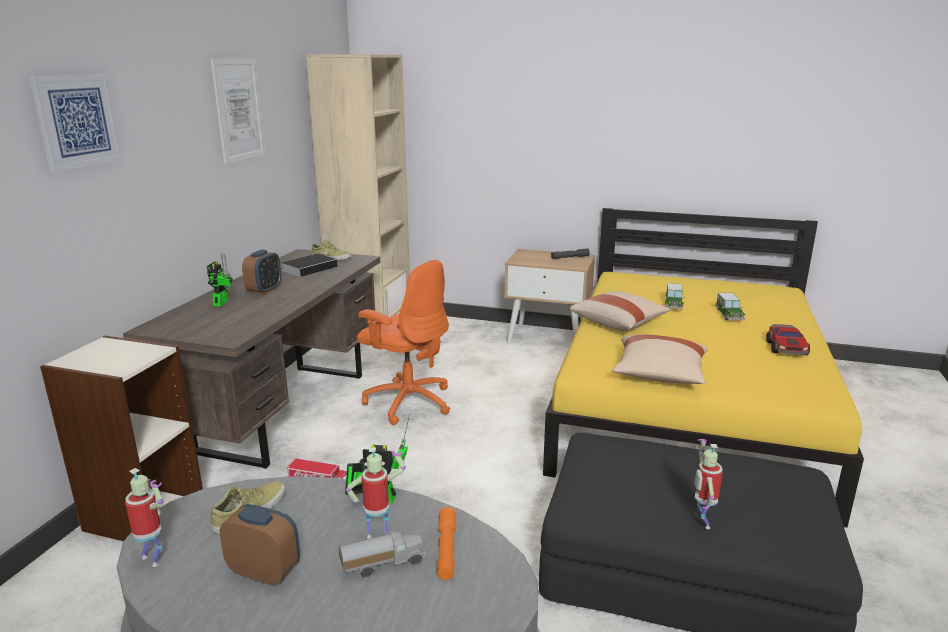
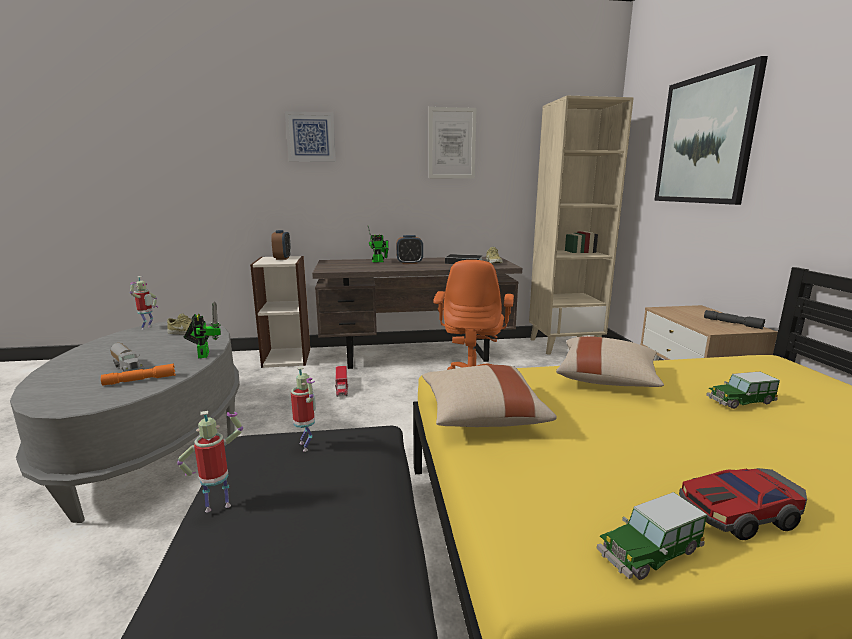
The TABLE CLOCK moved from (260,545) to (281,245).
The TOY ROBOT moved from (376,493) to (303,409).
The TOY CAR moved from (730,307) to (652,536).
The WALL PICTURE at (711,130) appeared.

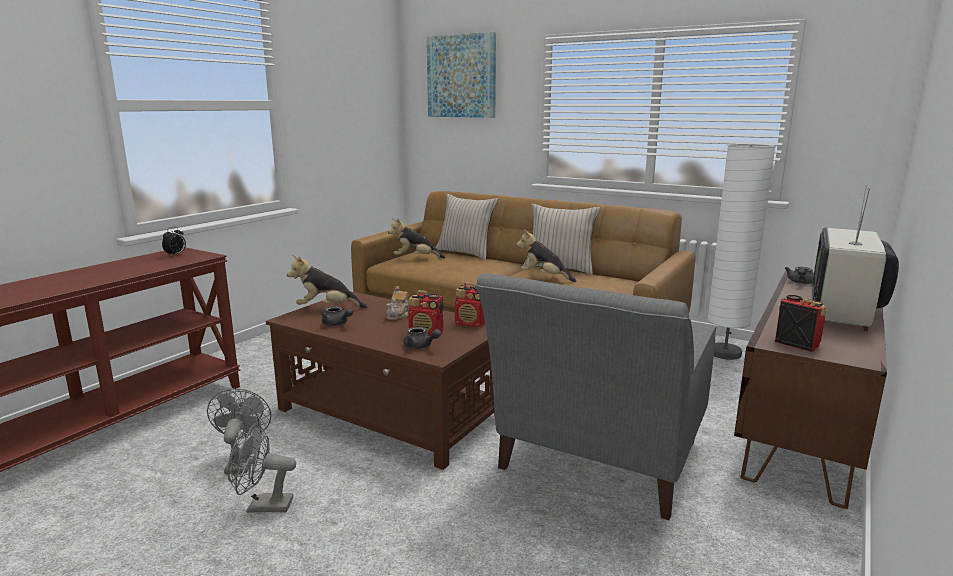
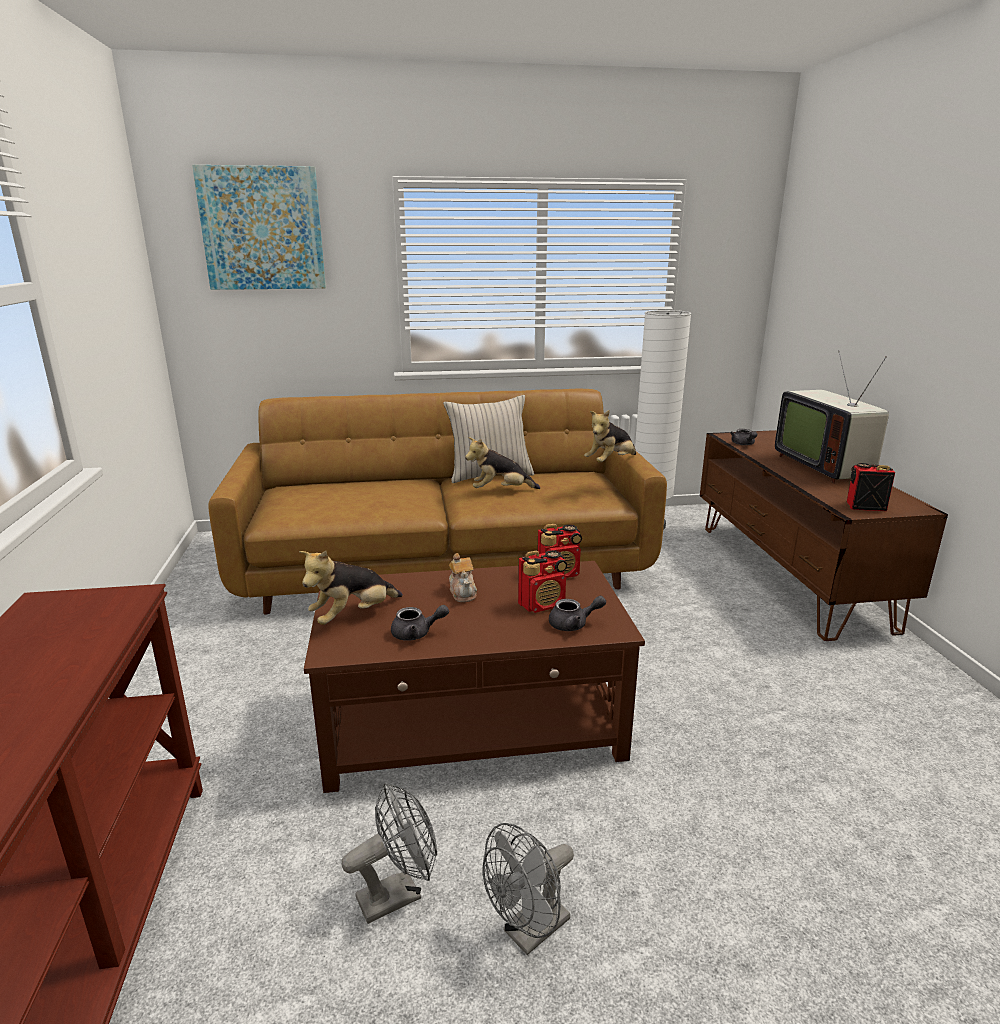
The GREY COOLING FAN at (239,431) turned 105 degrees clockwise.
The PLUSH TOY moved from (416,238) to (610,436).
The TABLE CLOCK at (174,241) disappeared.
The BEIGE-COLOURED CUSHION at (467,227) disappeared.
The GREY ARMCHAIR at (595,396) disappeared.

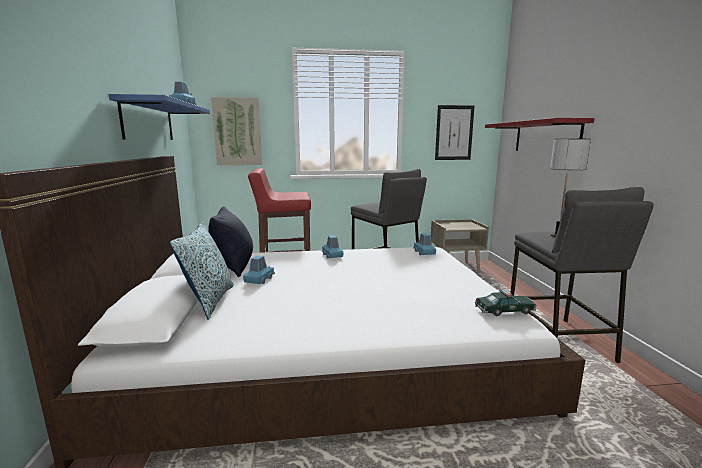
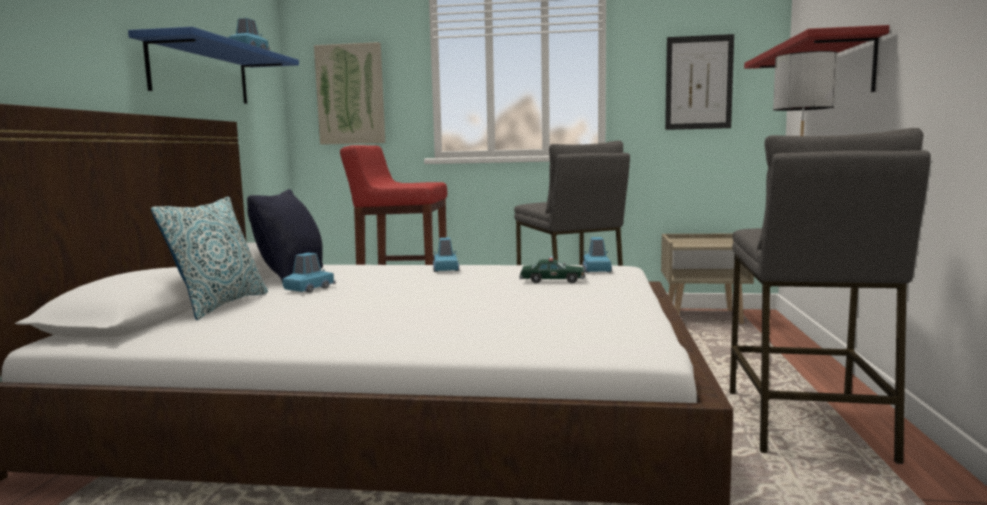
The TOY CAR moved from (506,302) to (552,269).

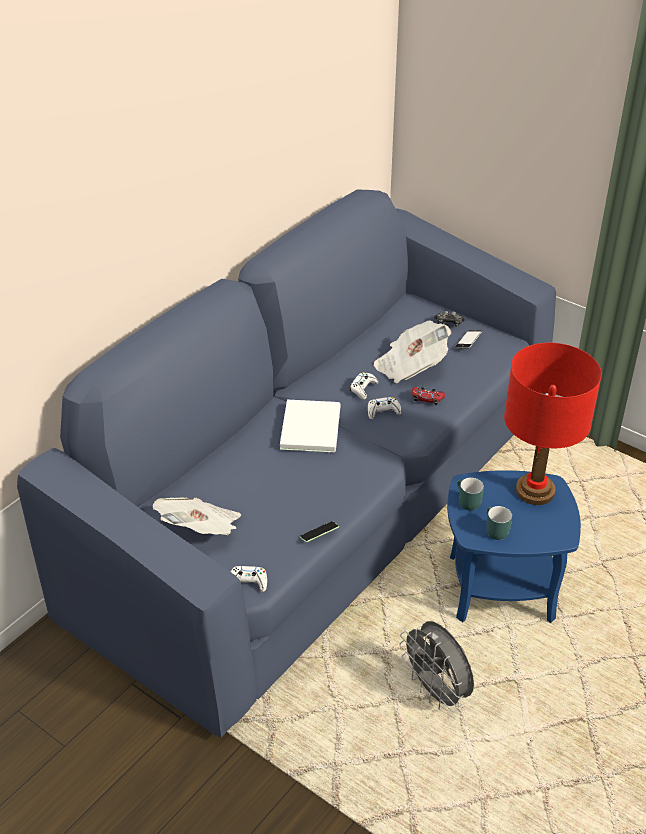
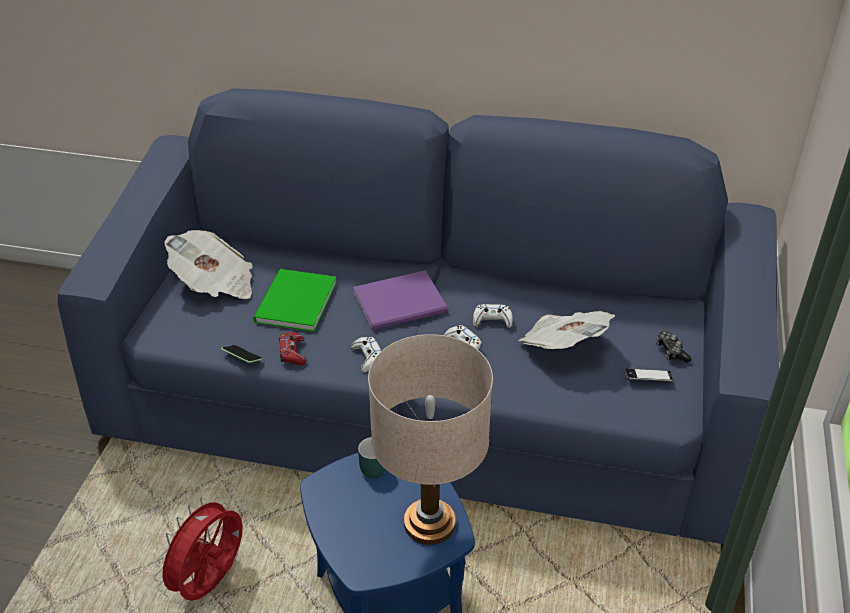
The GREY COOLING FAN at (436,666) became the RED COOLING FAN at (198,548).
The GREEN-COLOURED BOOK at (295,300) appeared.
The RED GAME CONTROLLER moved from (428,396) to (292,348).
The WHITE-COLOURED GAME CONTROLLER moved from (249,579) to (366,354).
The WHITE-COLOURED BOOK at (310,425) became the PURPLISH BOOK at (400,300).
The RED TABLETOP LAMP at (553,424) became the BEIGE-COLOURED TABLETOP LAMP at (430,439).
The TURQUOISE-COLOURED COFFEE MUG at (499,523) disappeared.

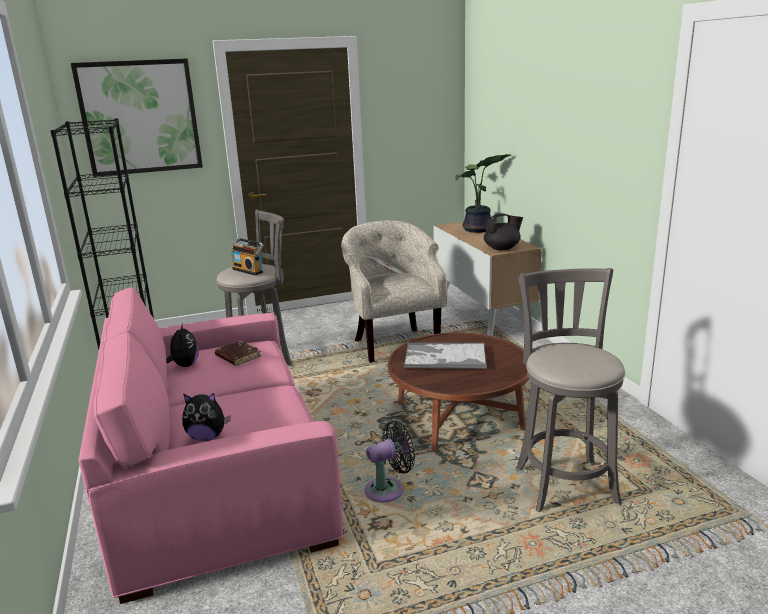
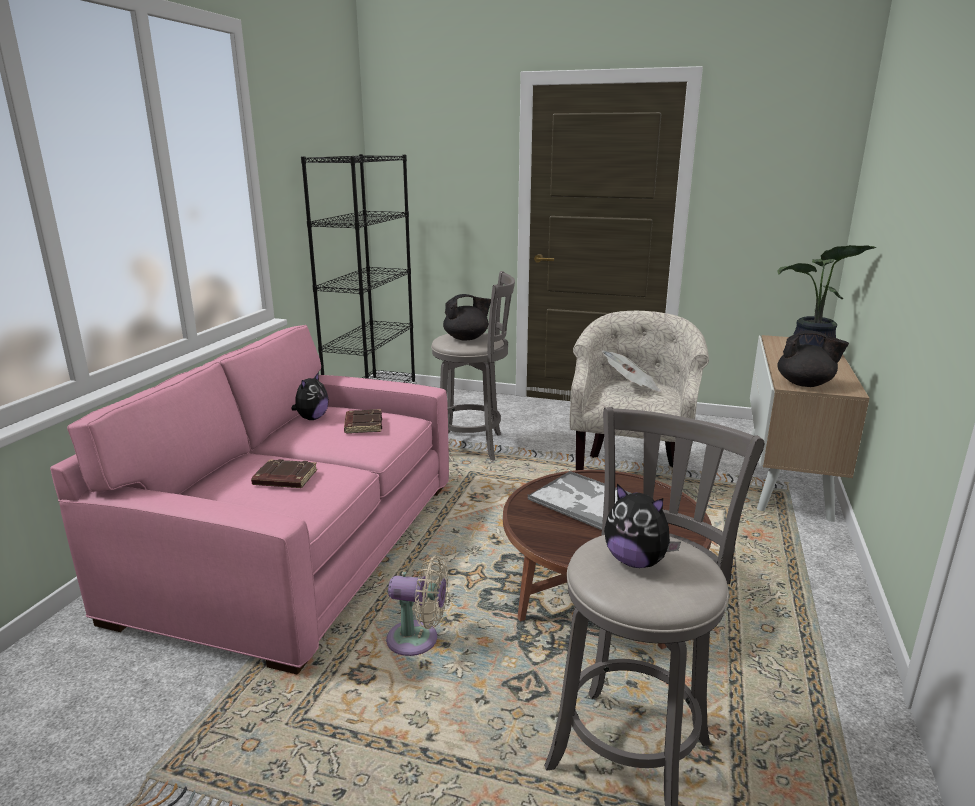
The BROWNISH BOOK at (284,473) appeared.
The BLACK COOLING FAN at (390,462) became the BEIGE-COLOURED COOLING FAN at (417,606).
The RADIO SET at (247,256) was replaced by the BLACK POT FOR TEA at (467,317).
The PLUSH TOY moved from (207,417) to (642,526).
The WALL PICTURE at (137,118) disappeared.

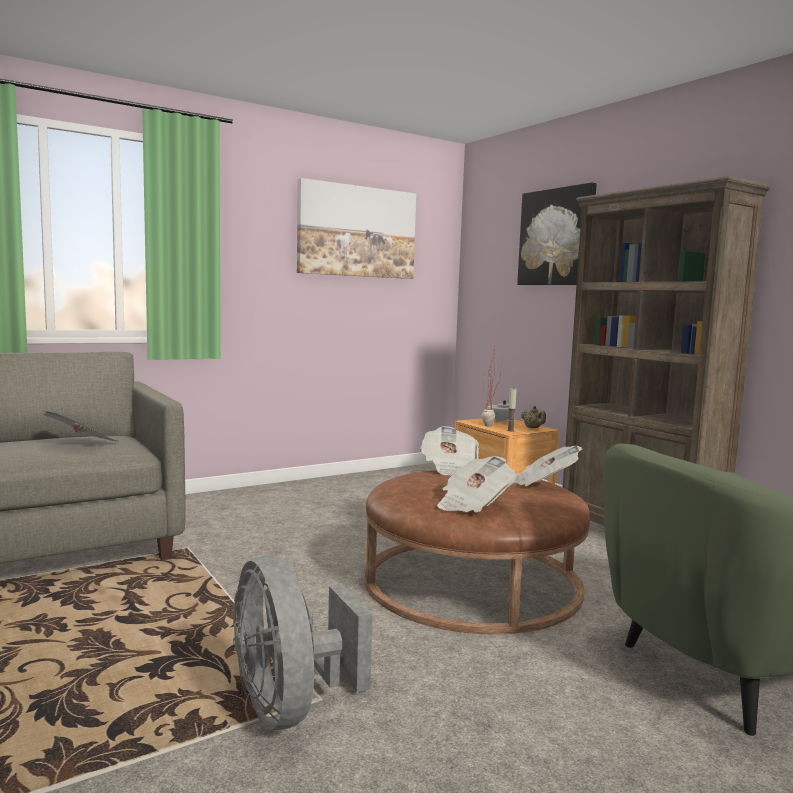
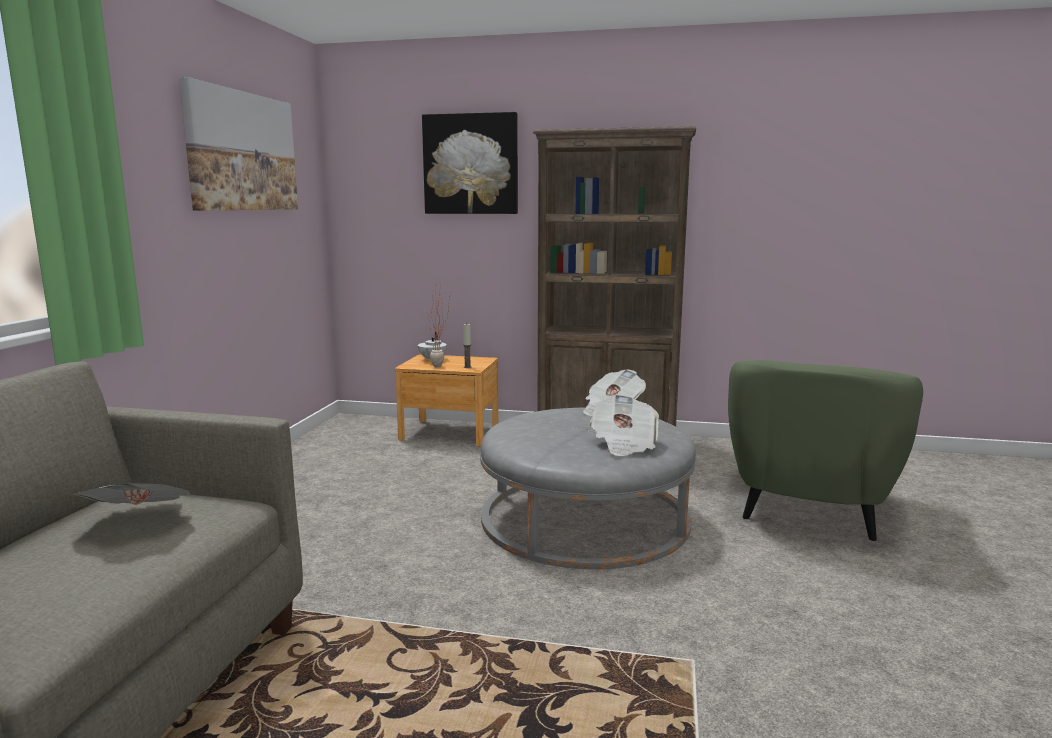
The BROWNISH OTTOMAN at (477,552) became the GREY OTTOMAN at (588,488).
The GREY COOLING FAN at (302,642) disappeared.
The PRINTED PAPER at (449,450) disappeared.
The BEIGE-COLOURED POT FOR TEA at (533,417) disappeared.

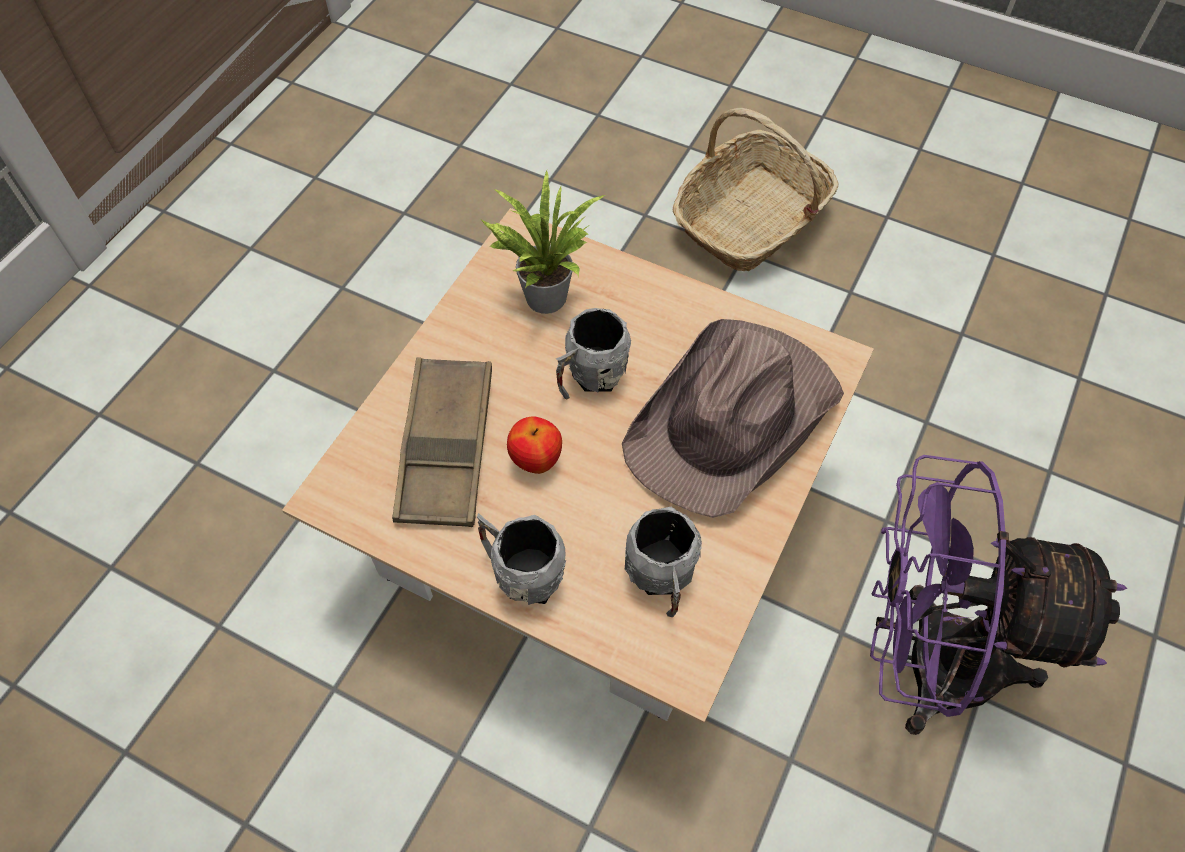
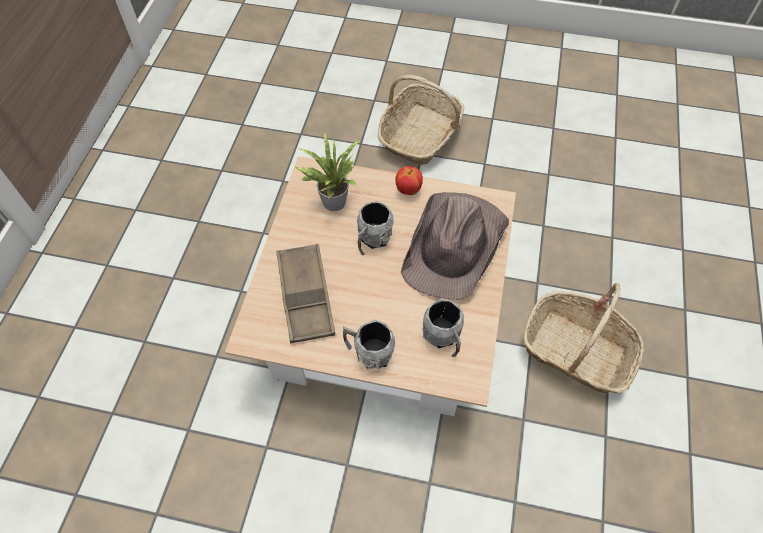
The APPLE moved from (534,445) to (409,180).
The PURPLISH COOLING FAN at (998,595) was replaced by the BASKET at (583,338).

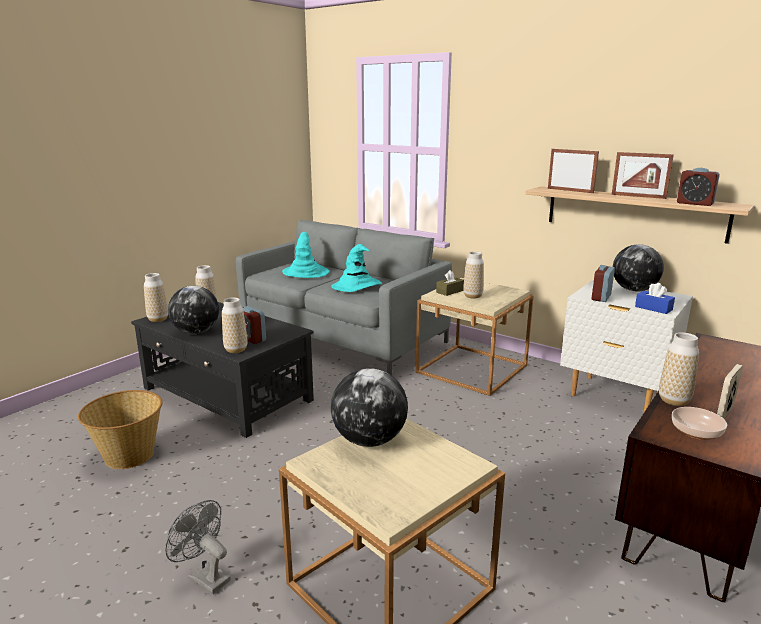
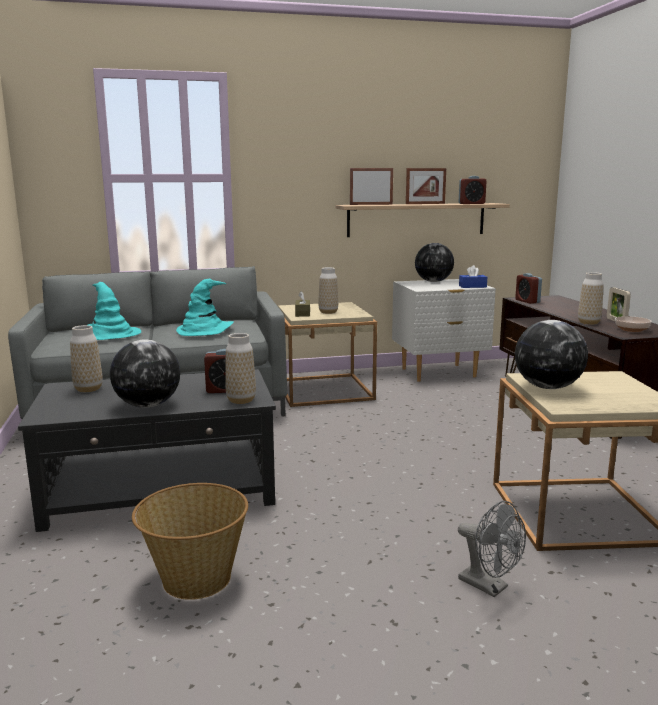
The GREY COOLING FAN at (198,547) turned 120 degrees counterclockwise.
The TABLE CLOCK moved from (603,283) to (528,288).
The DECORATIVE VASE at (156,297) disappeared.

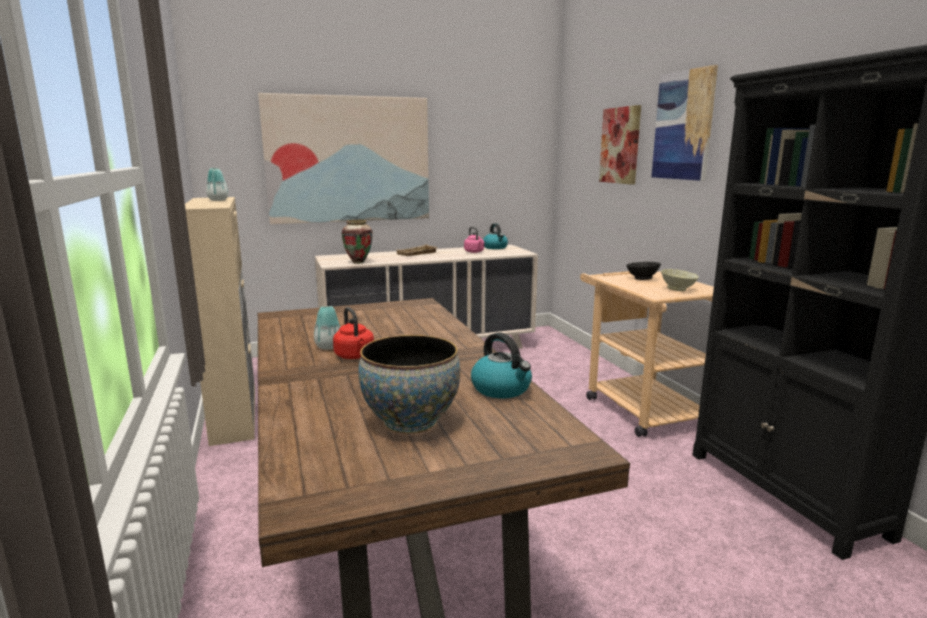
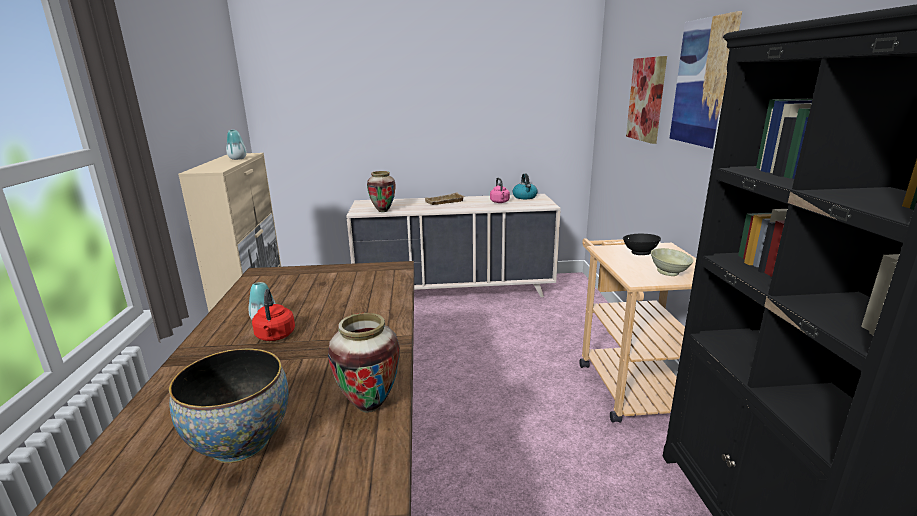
The TEA KETTLE at (501,365) was replaced by the DECORATIVE VASE at (364,363).
The WALL PICTURE at (343,158) disappeared.

